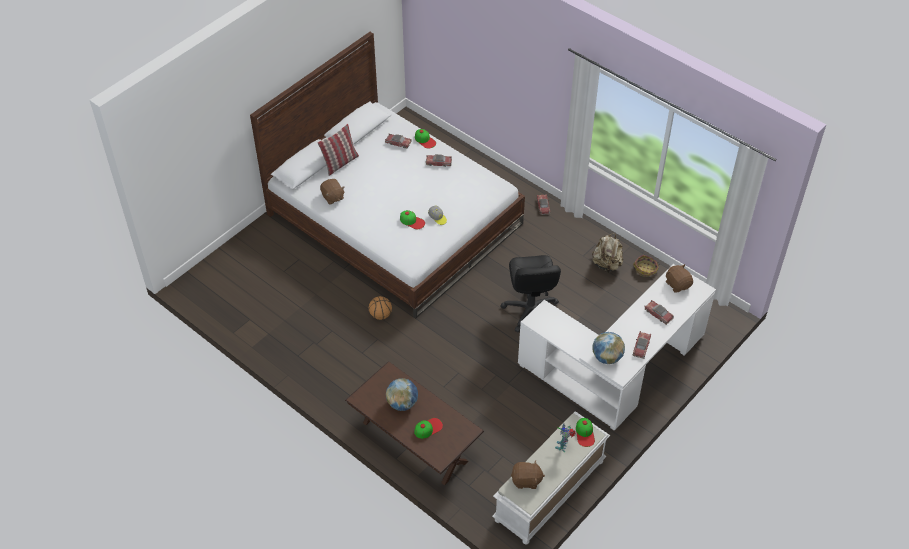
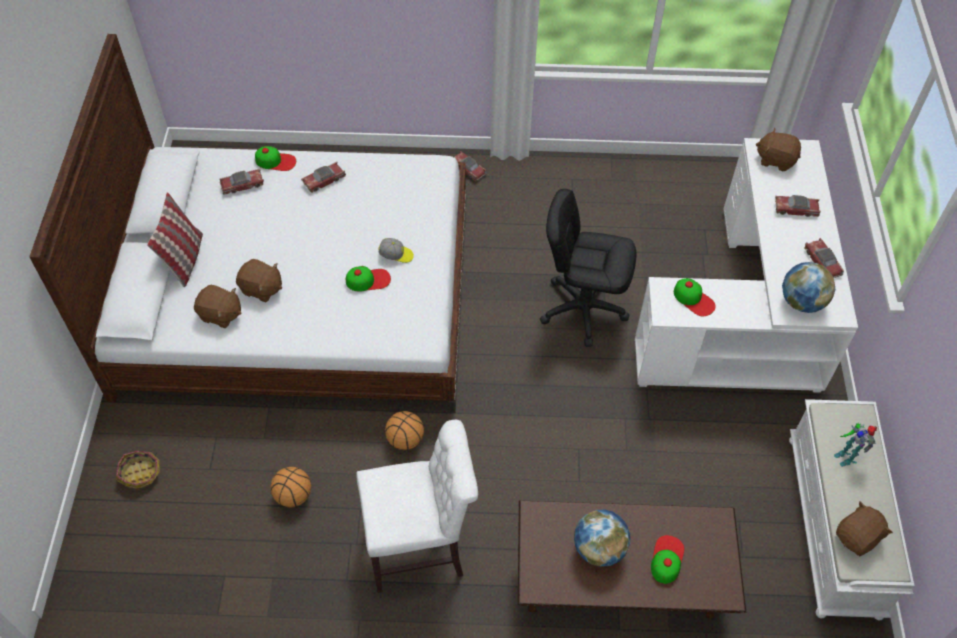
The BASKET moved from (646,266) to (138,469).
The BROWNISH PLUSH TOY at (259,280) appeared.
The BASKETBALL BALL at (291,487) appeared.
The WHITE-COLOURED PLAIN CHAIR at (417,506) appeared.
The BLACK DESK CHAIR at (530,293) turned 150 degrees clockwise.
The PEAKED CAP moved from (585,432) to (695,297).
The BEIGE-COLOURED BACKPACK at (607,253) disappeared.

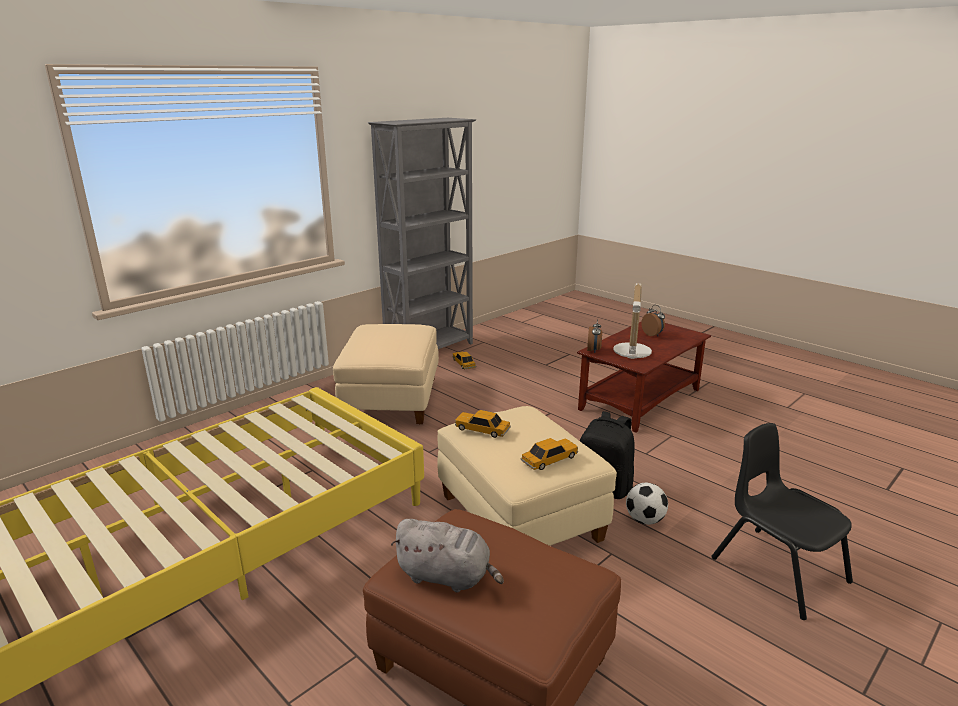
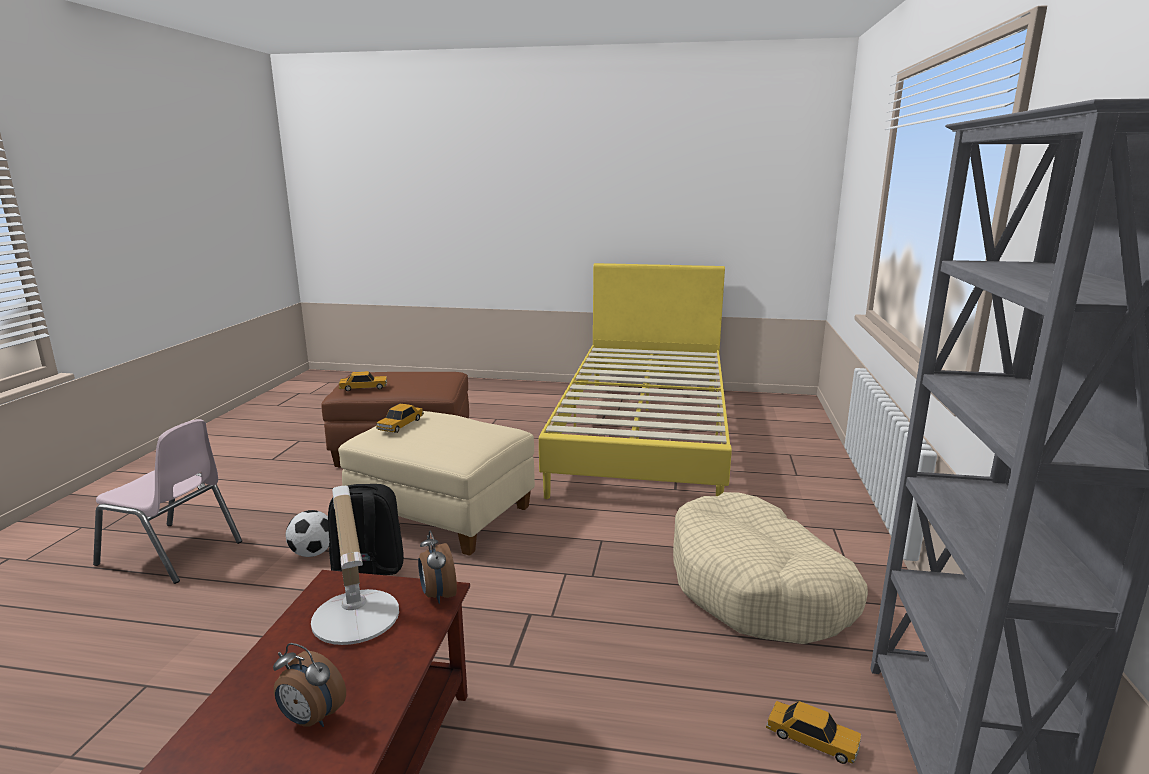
The BLACK PLAIN CHAIR at (782,521) became the PINK-COLOURED PLAIN CHAIR at (167,501).
The TOY CAR moved from (483,424) to (363,381).
The BEIGE-COLOURED OTTOMAN at (386,374) was replaced by the BEIGE-COLOURED DOG BED at (770,568).
The GREY PLUSH TOY at (447,555) disappeared.

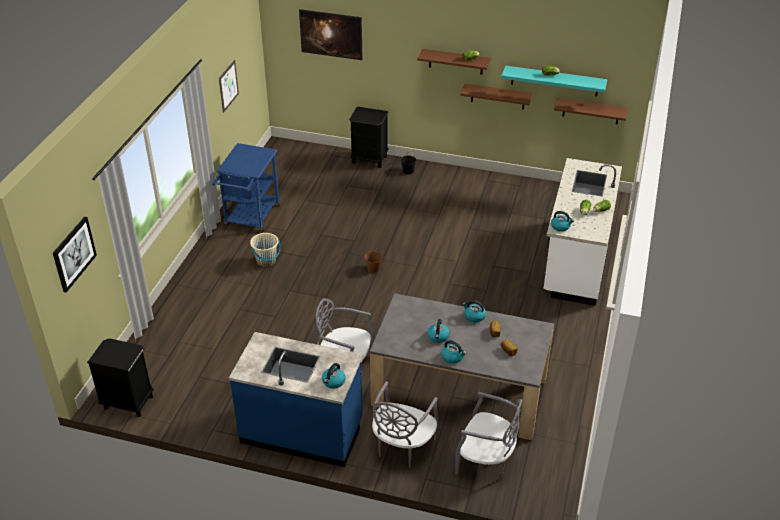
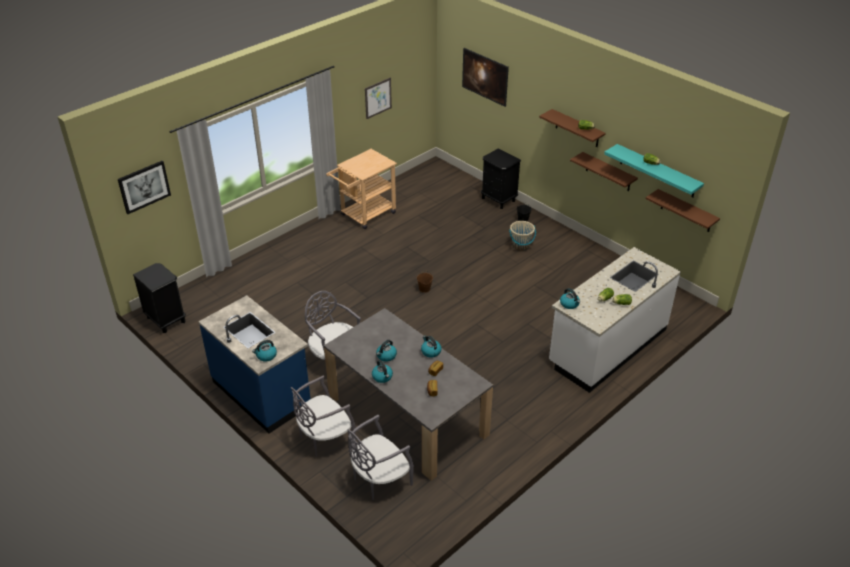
The BLUE CART at (246,187) became the BEIGE-COLOURED CART at (361,189).
The GREY PLAIN CHAIR at (488,435) turned 90 degrees clockwise.
The BEIGE-COLOURED BUCKET moved from (265,250) to (522,236).

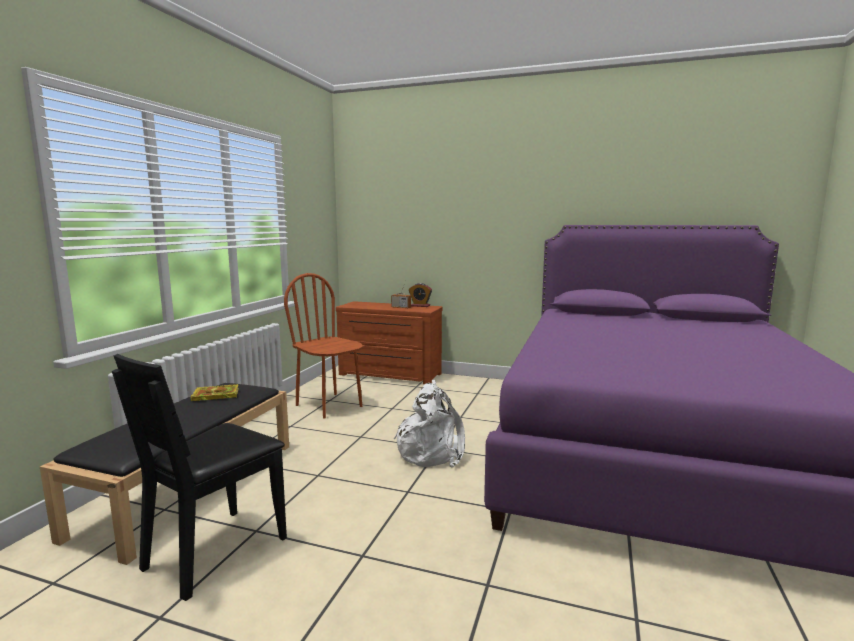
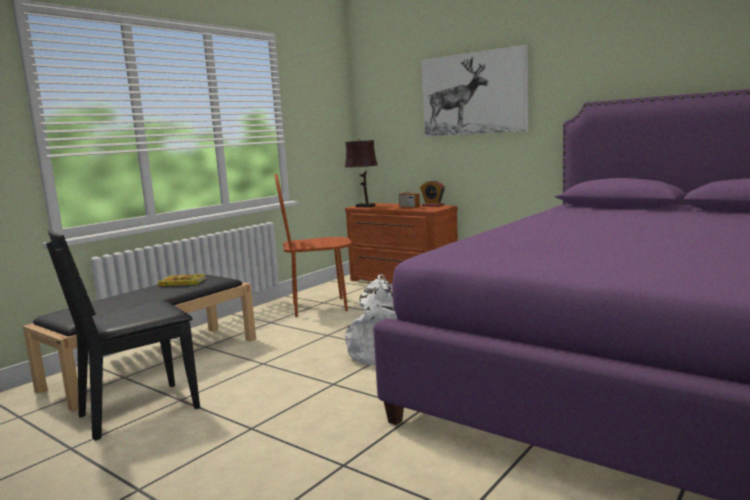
The BROWNISH PLAIN CHAIR at (323,345) turned 75 degrees counterclockwise.
The BROWNISH TABLETOP LAMP at (361,172) appeared.
The WALL PICTURE at (475,91) appeared.

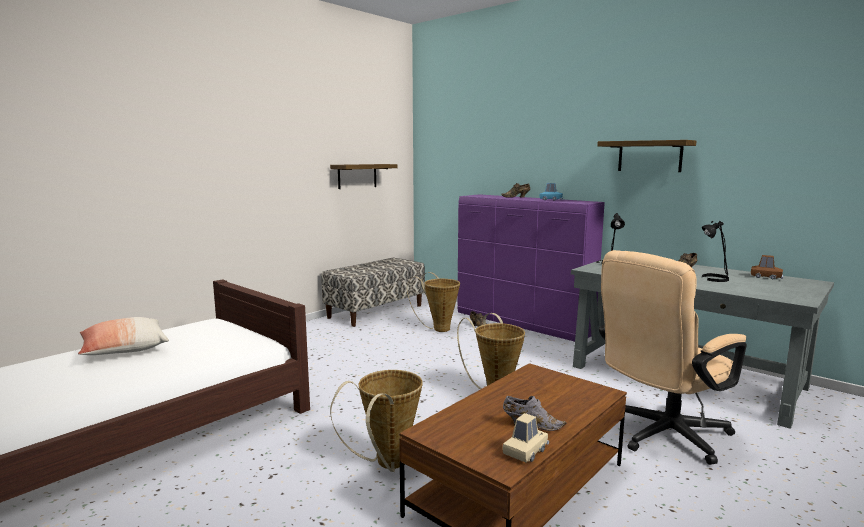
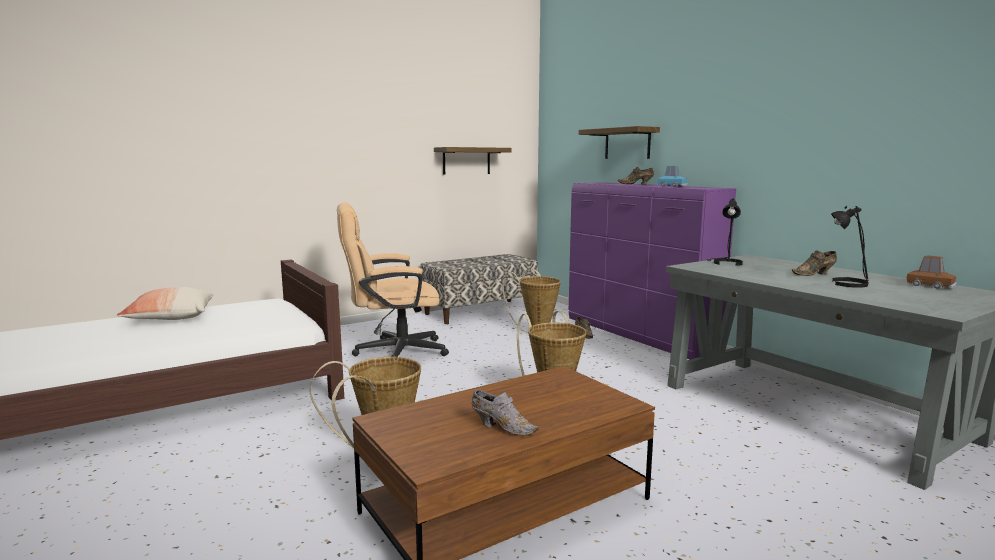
The BEIGE-COLOURED DESK CHAIR moved from (673,357) to (393,279).
The WALL SHELF moved from (646,156) to (619,142).
The BEIGE-COLOURED TOY CAR at (525,438) disappeared.

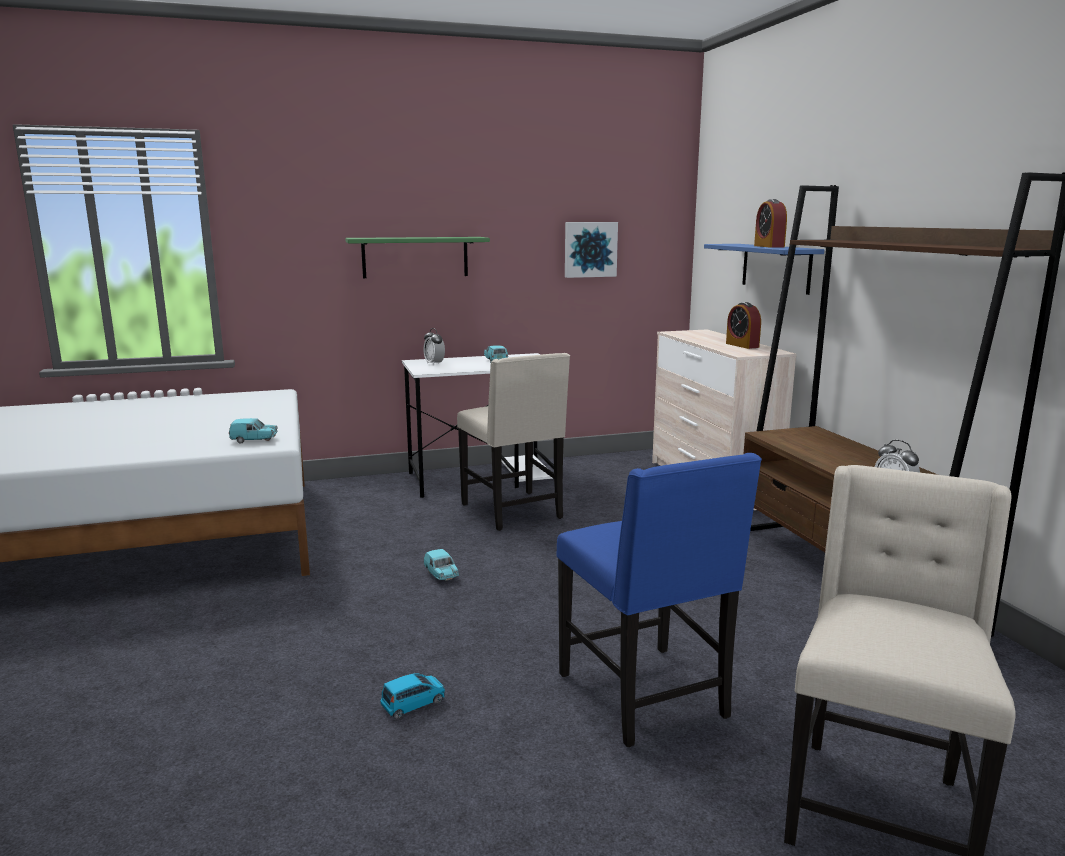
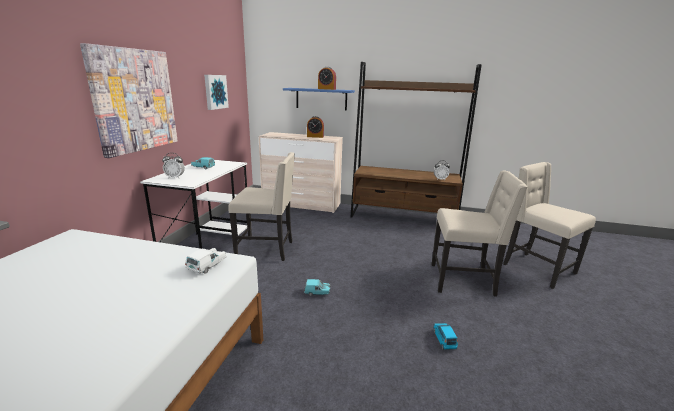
The GREEN-COLOURED WALL SHELF at (417,257) was replaced by the WALL PICTURE at (129,100).
The TURQUOISE-COLOURED TOY CAR at (253,431) became the WHITE-COLOURED TOY CAR at (206,261).
The BLUE PLAIN CHAIR at (659,600) became the BEIGE-COLOURED PLAIN CHAIR at (480,233).

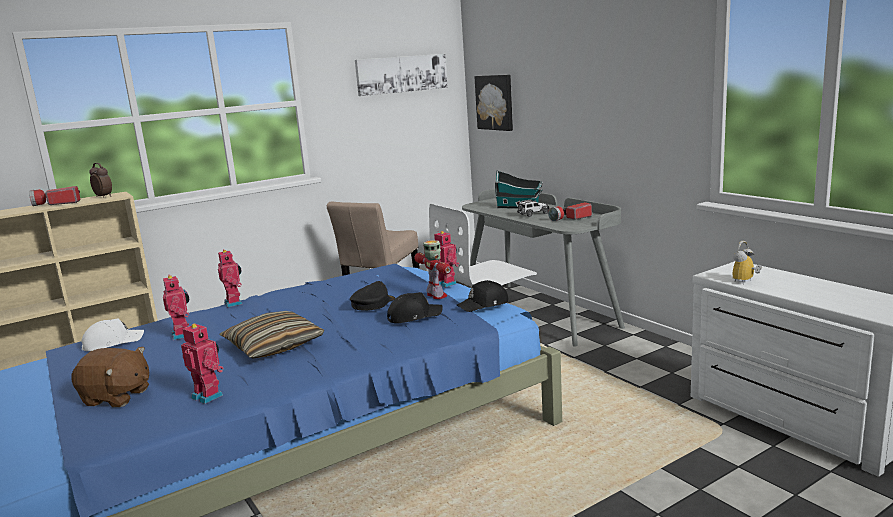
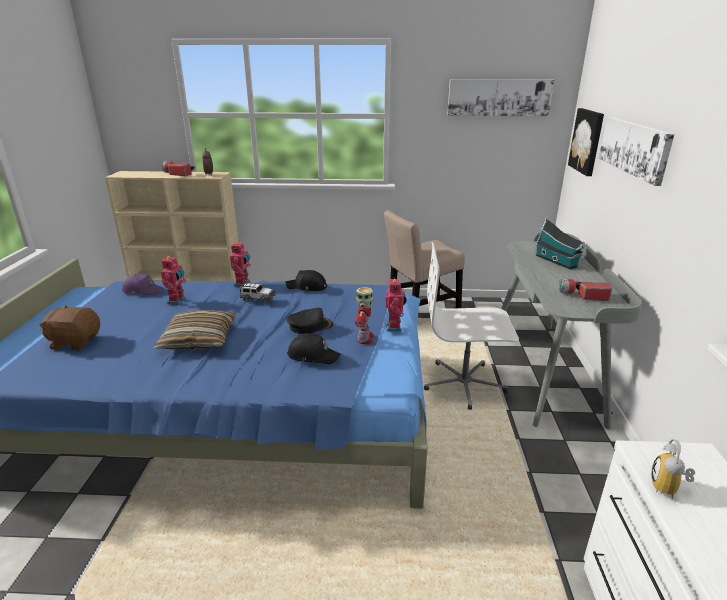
The BROWNISH PLUSH TOY at (110,377) turned 135 degrees clockwise.
The WHITE-COLOURED PEAKED CAP at (112,335) became the PURPLISH PEAKED CAP at (143,284).
The TOY CAR moved from (533,208) to (258,293).
The BLACK PEAKED CAP moved from (482,296) to (306,280).
The WALL PICTURE at (637,151) appeared.
The TABLE CLOCK at (747,262) turned 60 degrees counterclockwise.
The TOY ROBOT at (202,363) disappeared.

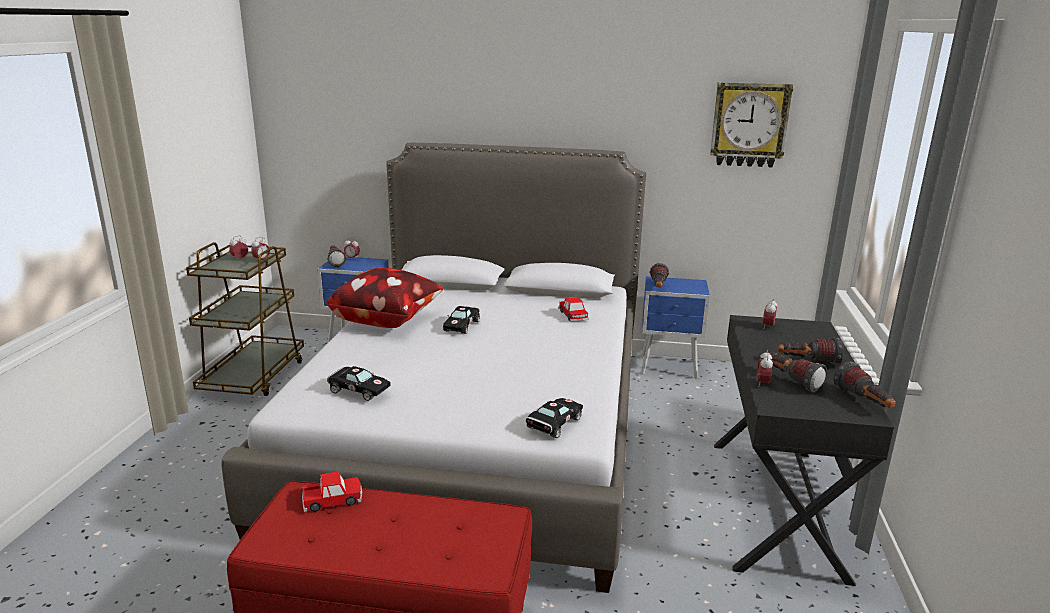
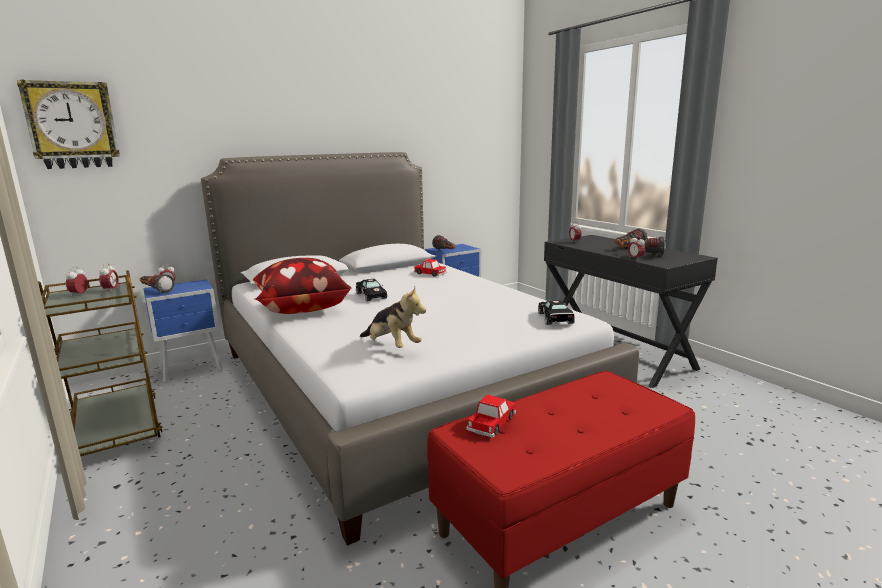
The HANGING CLOCK moved from (751,124) to (68,124).
The BLACK TOY CAR at (359,383) was replaced by the PLUSH TOY at (393,317).
The HAND TORCH at (864,385) disappeared.

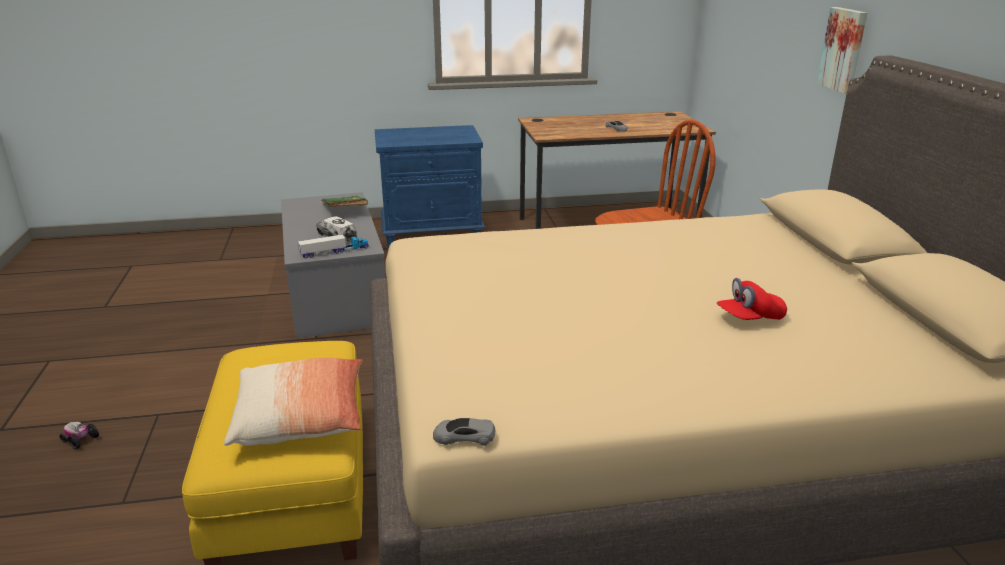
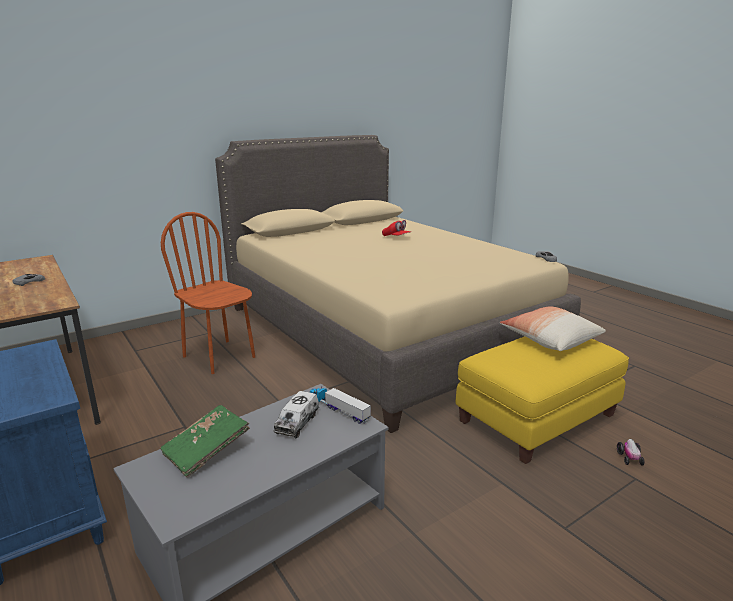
The TOY CAR moved from (79,435) to (631,452).
The WALL PICTURE at (842,50) disappeared.

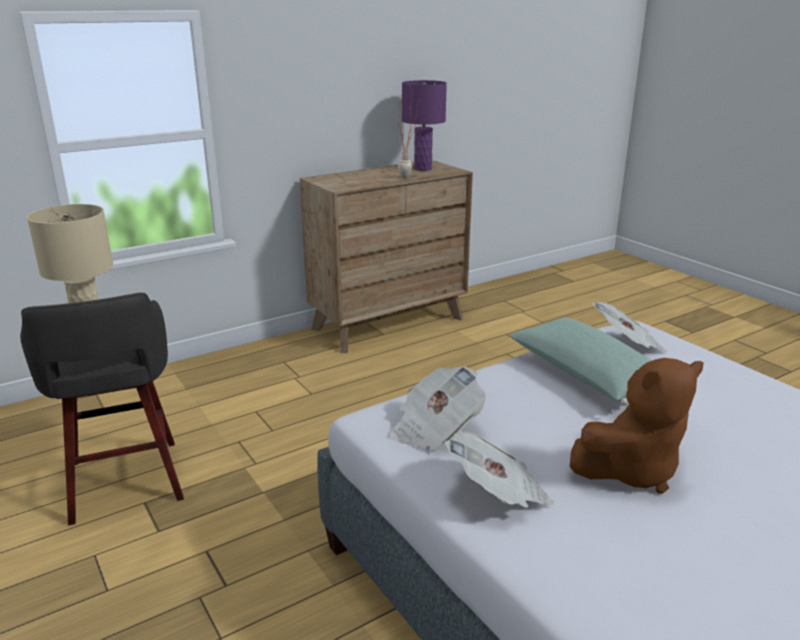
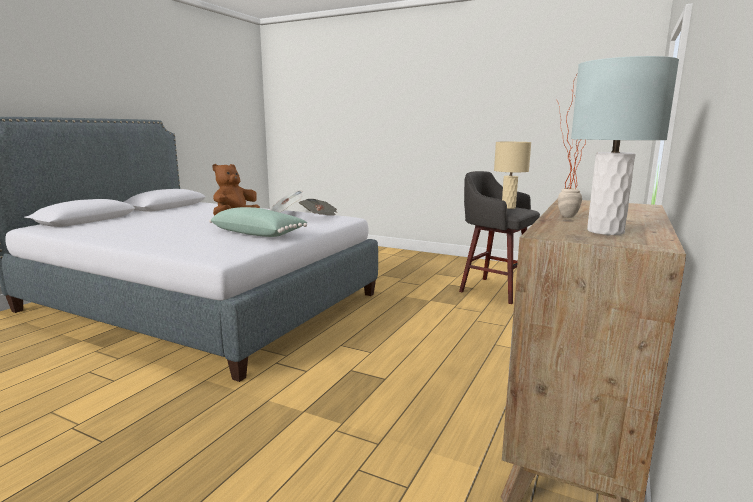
The PURPLISH TABLETOP LAMP at (424,125) became the GREY TABLETOP LAMP at (625,145).
The PRINTED PAPER at (629,327) disappeared.

